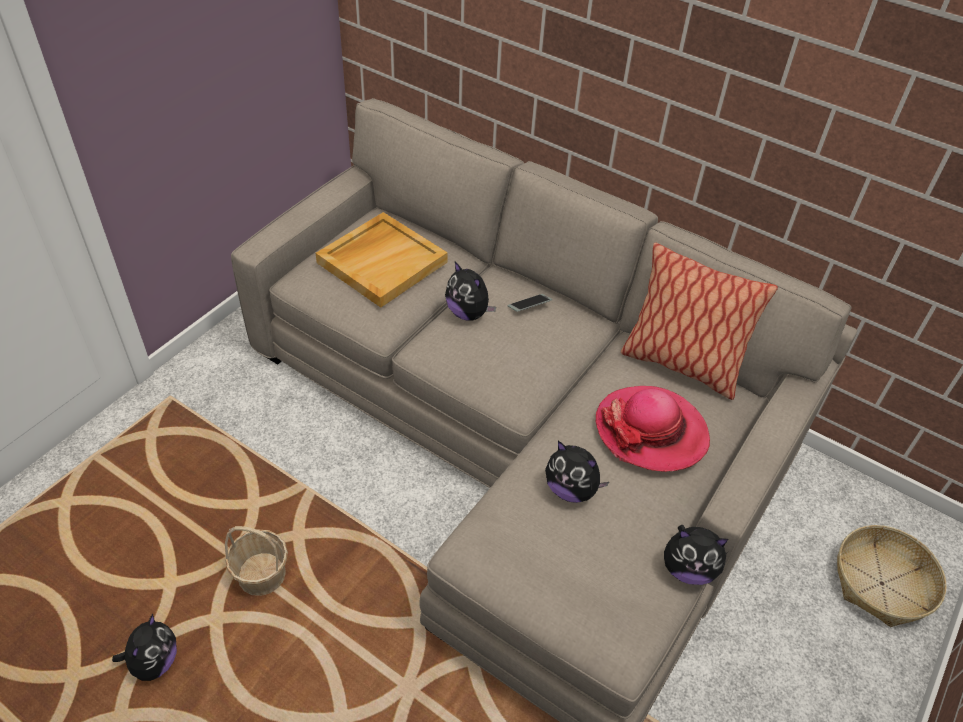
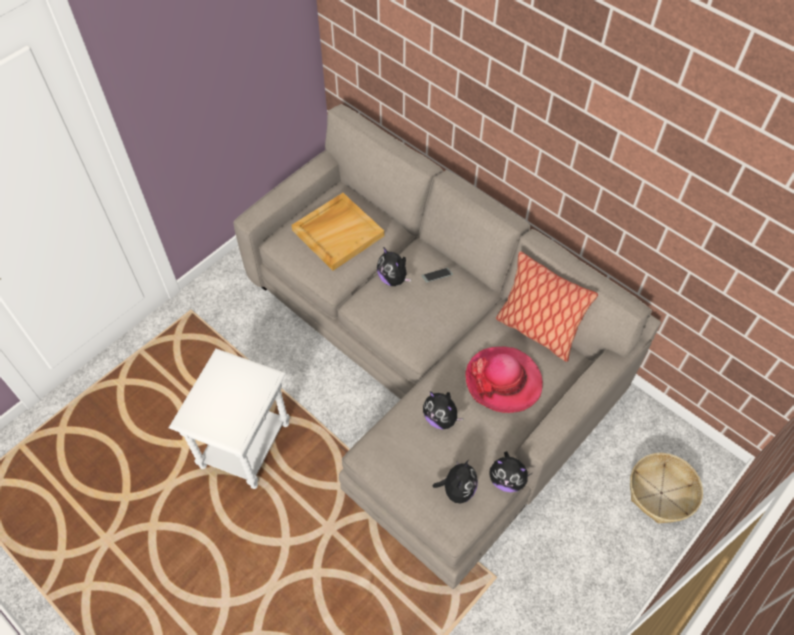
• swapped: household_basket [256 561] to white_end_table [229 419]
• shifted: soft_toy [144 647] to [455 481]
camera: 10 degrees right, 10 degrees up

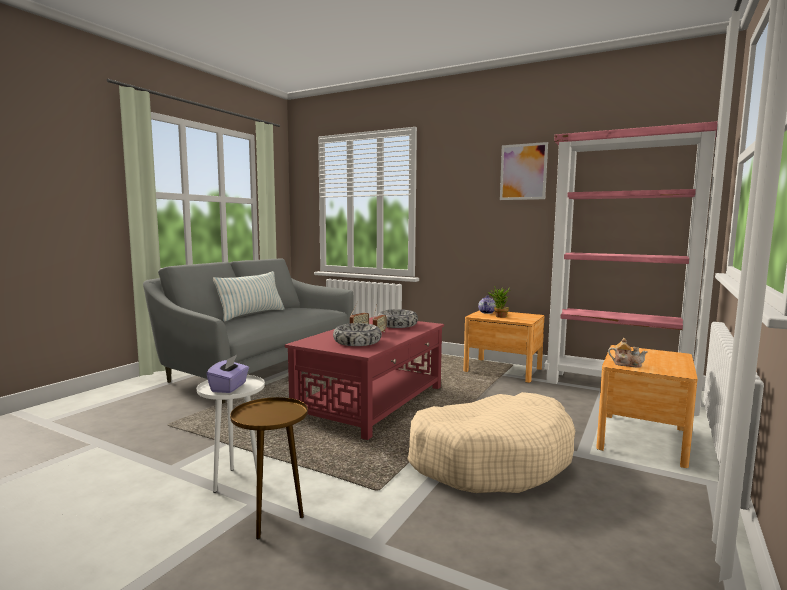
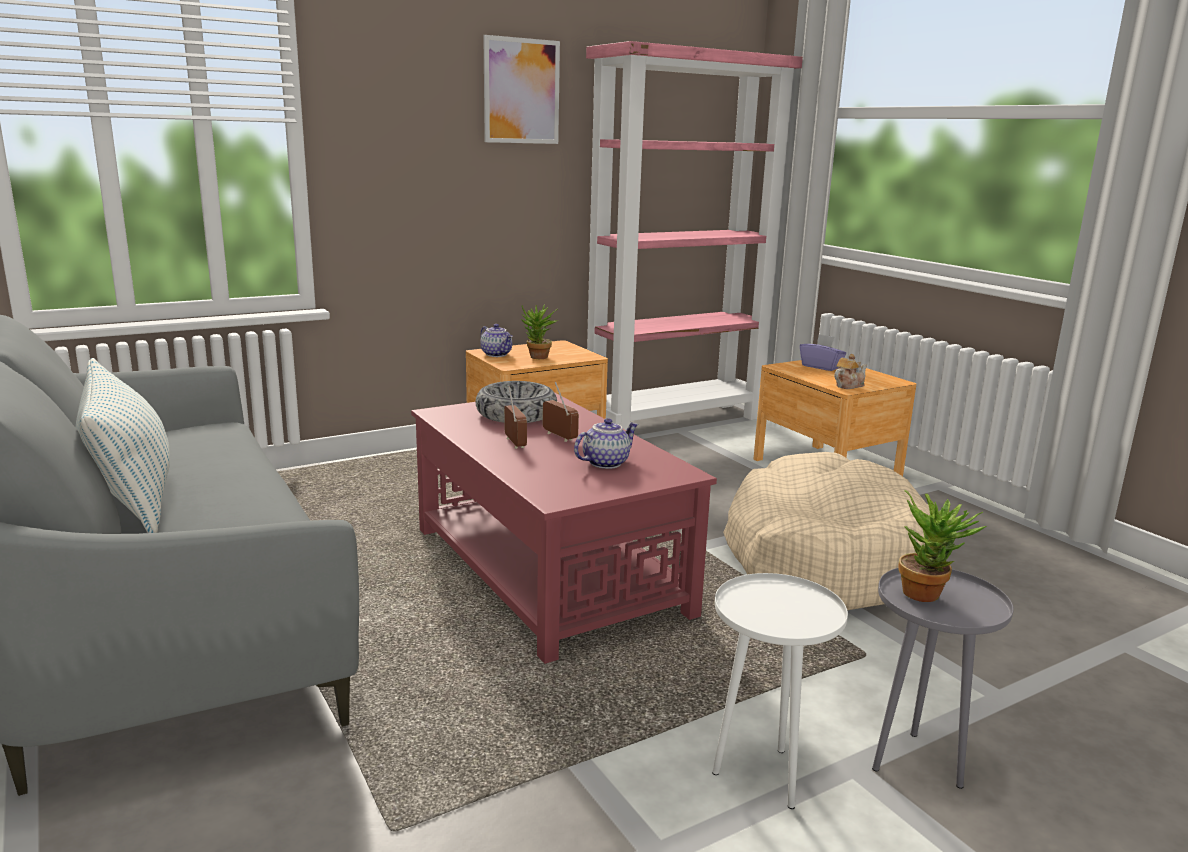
• swapped: deep_dish [357 334] to pot_for_tea [606 443]
• shifted: purplish_tissue_holder [228 374] to [823 352]
• repainted: brown_end_table [269 468] to greyish_end_table [943 678]
• new: plant_in_a_pot [942 546]
camera: 60 degrees left, 10 degrees up

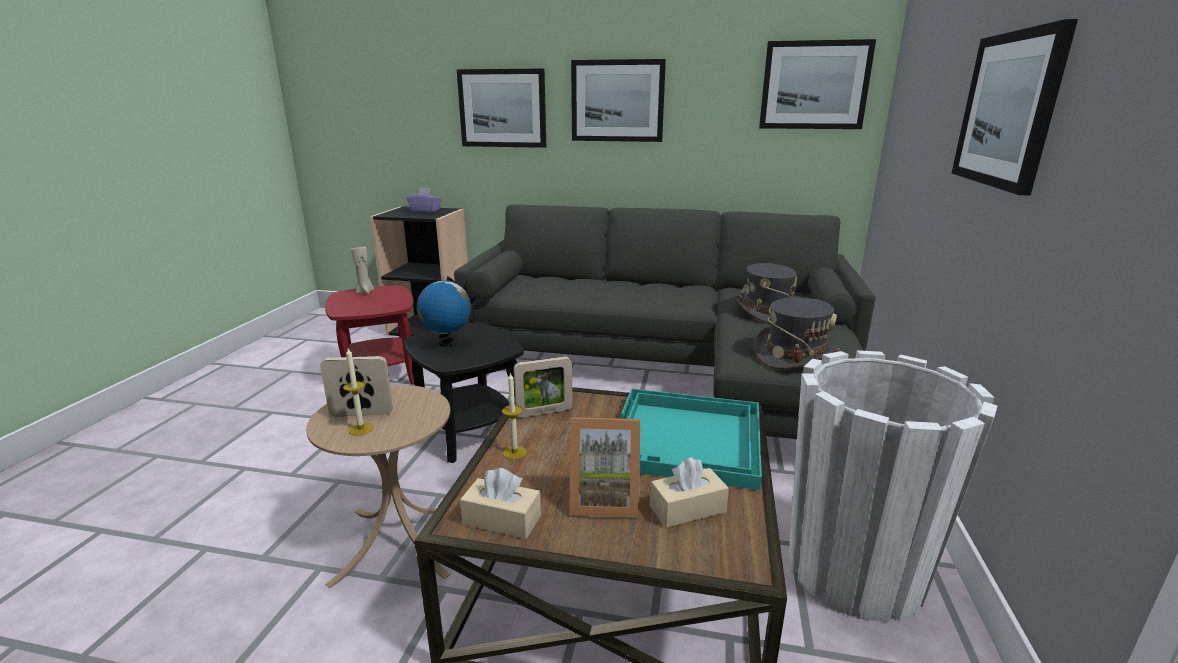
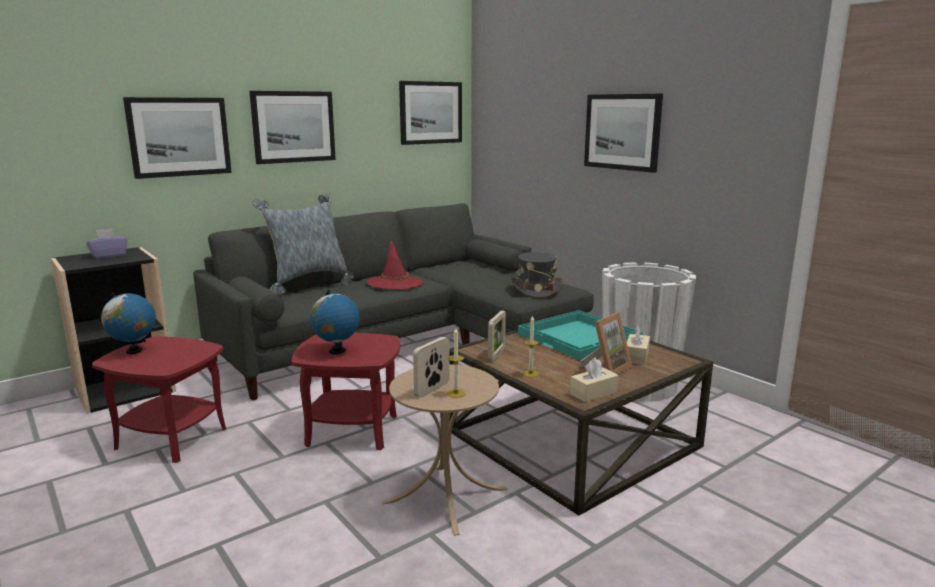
• swapped: beige-coloured_wax_candle [362 270] to globe [127 323]
• new: pillow [303 244]
• repainted: black_end_table [464 392] to reddish_end_table [346 391]
• new: reddish_clothing_hat [395 264]
• gone: greyish_clothing_hat [766 293]
camera: 50 degrees left, 5 degrees down

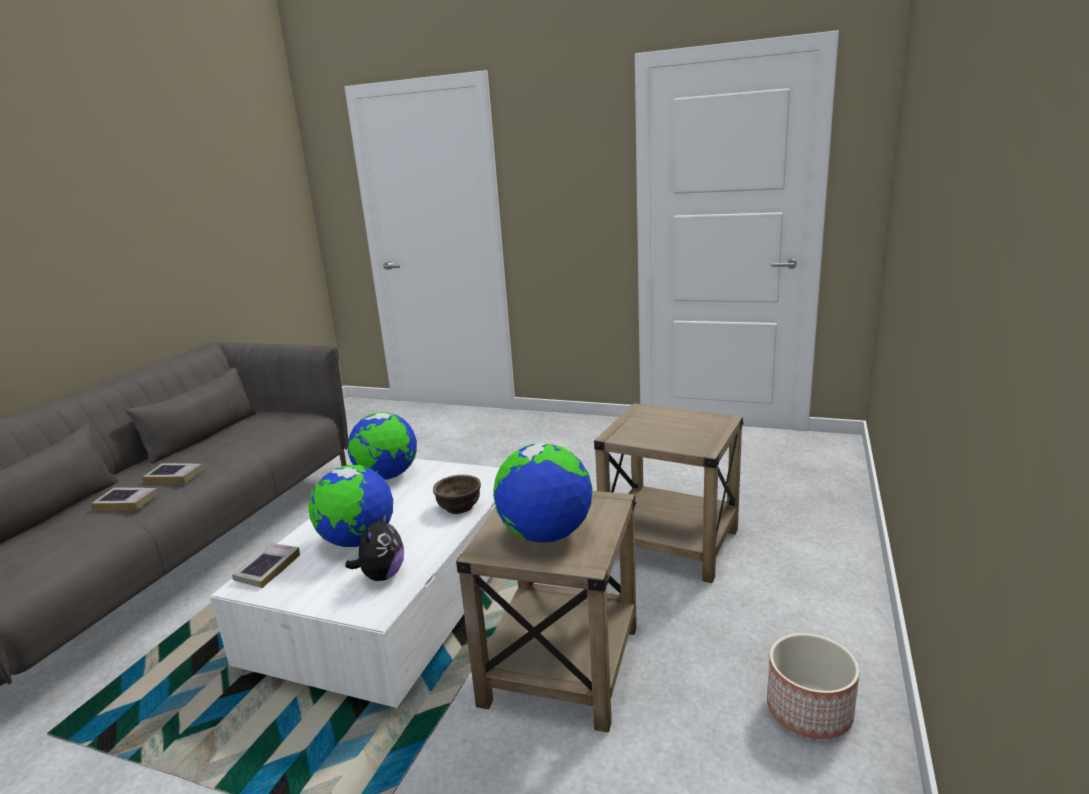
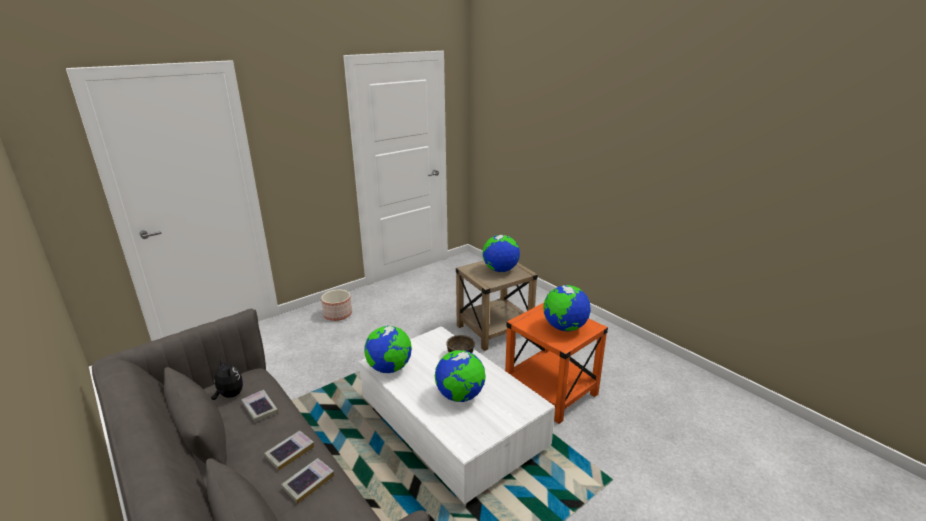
• shifted: soft_toy [374 546] to [227 379]
• shifted: book [266 565] to [260 406]
• shifted: flower_pot [813 686] to [336 305]
• new: globe [501 253]
• repainted: beige-coloured_end_table [546 612] to orange_end_table [556 363]
camera: 60 degrees left, 5 degrees up

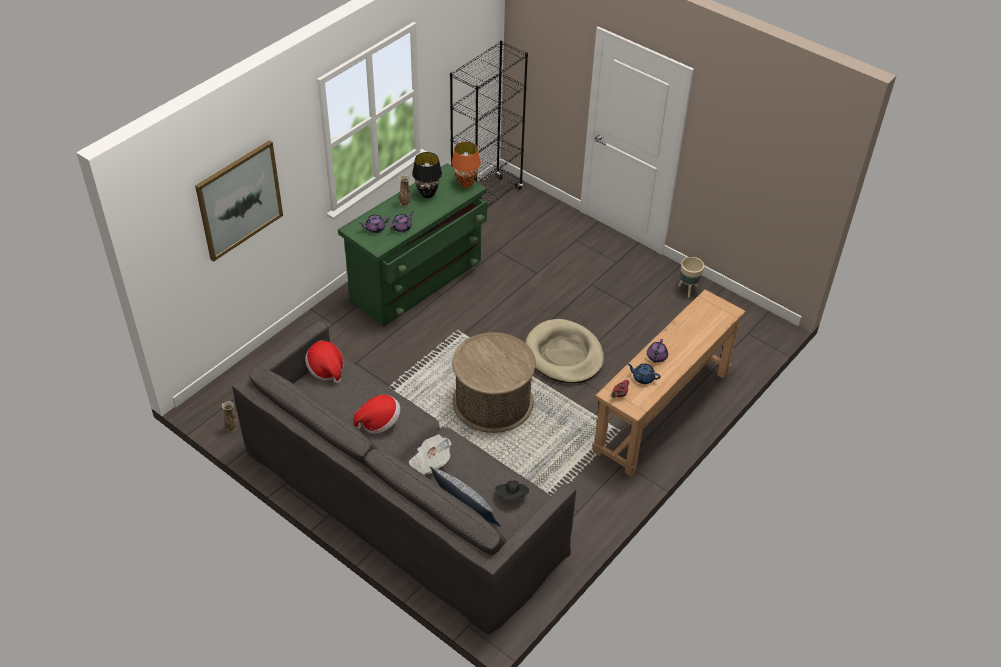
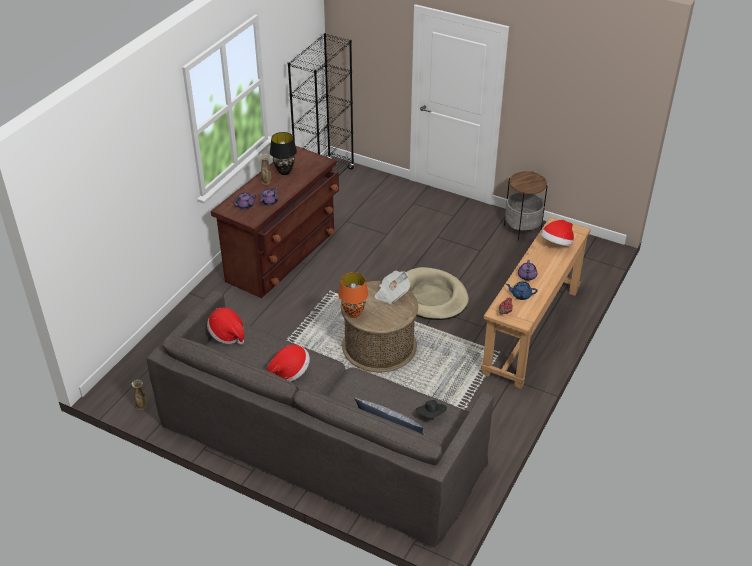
• repainted: green-coloured_chest_of_drawers [412 245] to brown_chest_of_drawers [275 222]
• shifted: orange_tabletop_lamp [466 164] to [353 295]
• shifted: printed_paper [430 455] to [392 287]
• swapped: beige-coloured_flower_pot [691 277] to end_table [525 206]
• new: clothing_hat [557 233]
• gone: picture [239 201]
camera: 10 degrees left, 5 degrees down

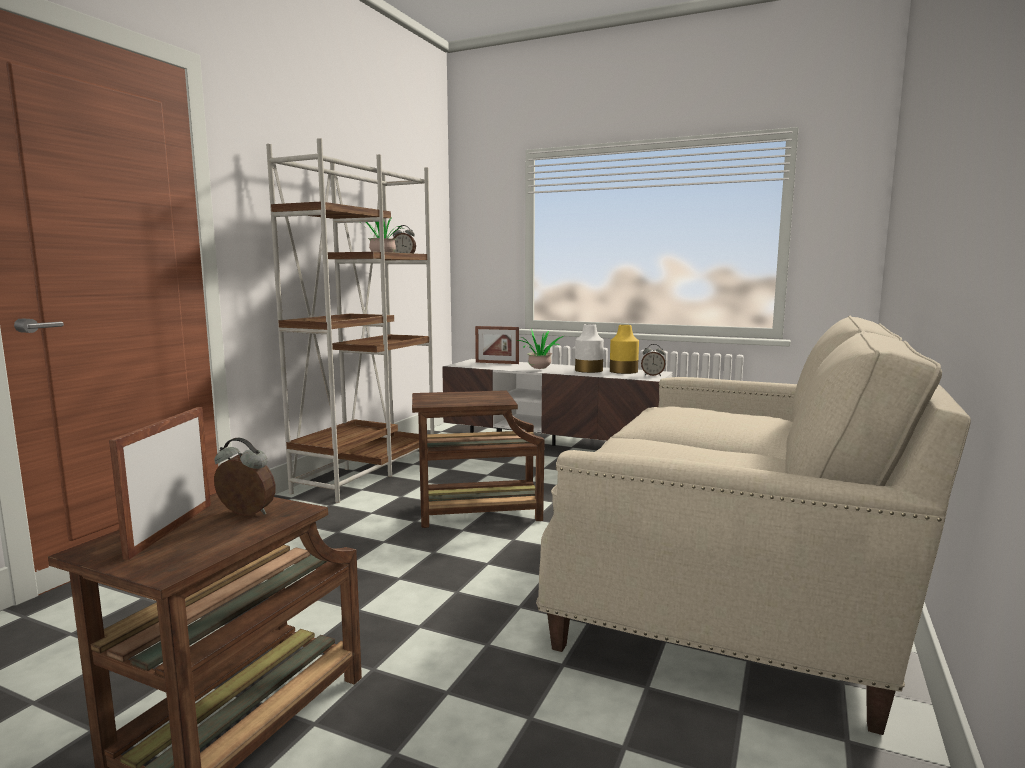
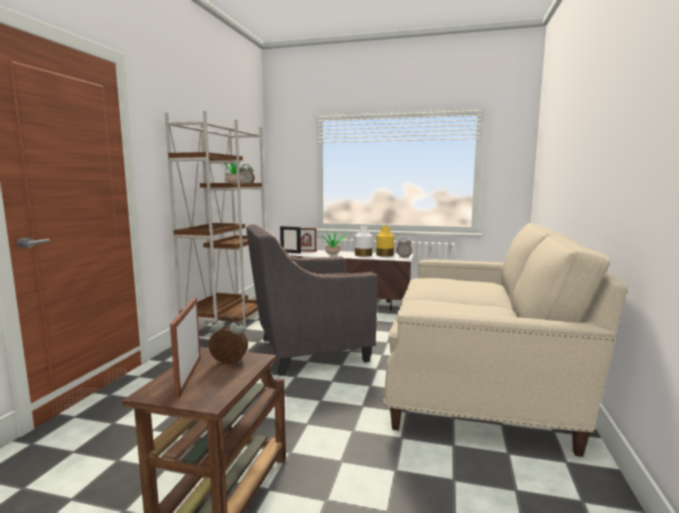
• swapped: brown_end_table [478 459] to greyish_lounge_chair [312 300]
• new: photo_frame [290 239]
camera: 10 degrees left, 0 degrees up

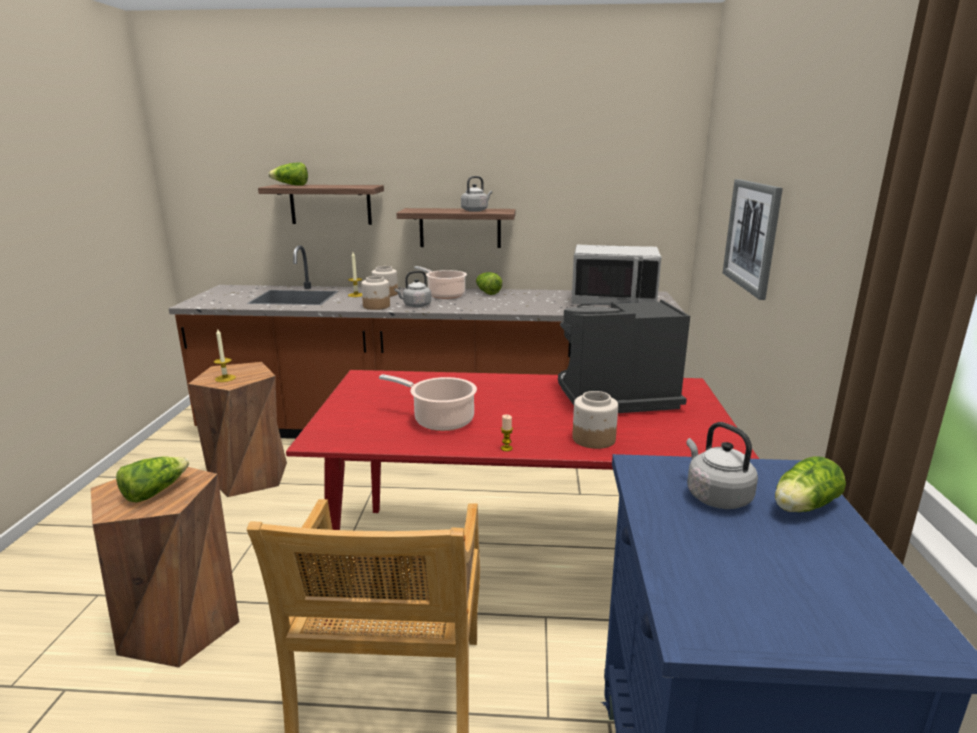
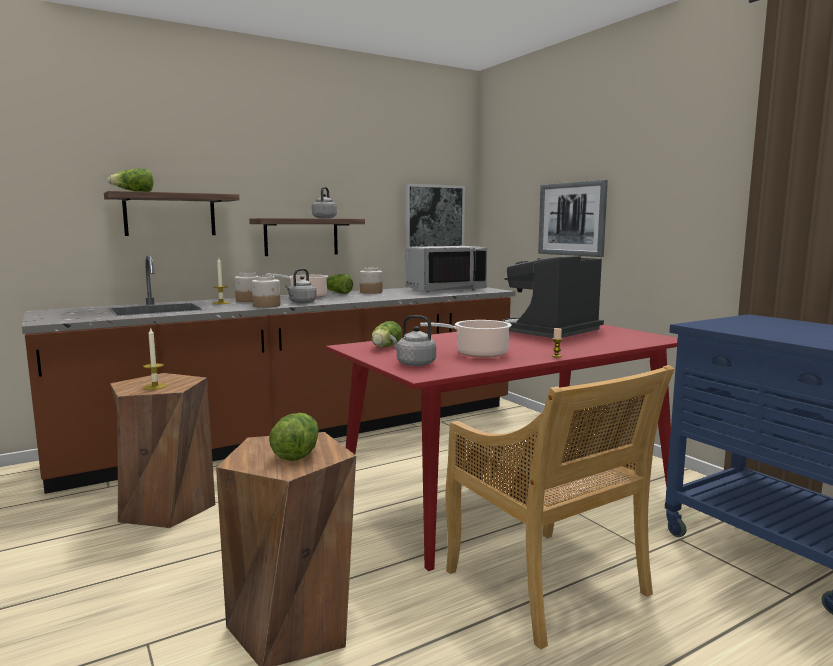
• shifted: preserve_jar [595 420] to [371 280]
• shifted: head_of_lettuce [810 484] to [387 334]
• shifted: greyish_kettle [722 465] to [412 340]
• new: picture [435 216]
camera: 35 degrees left, 10 degrees down

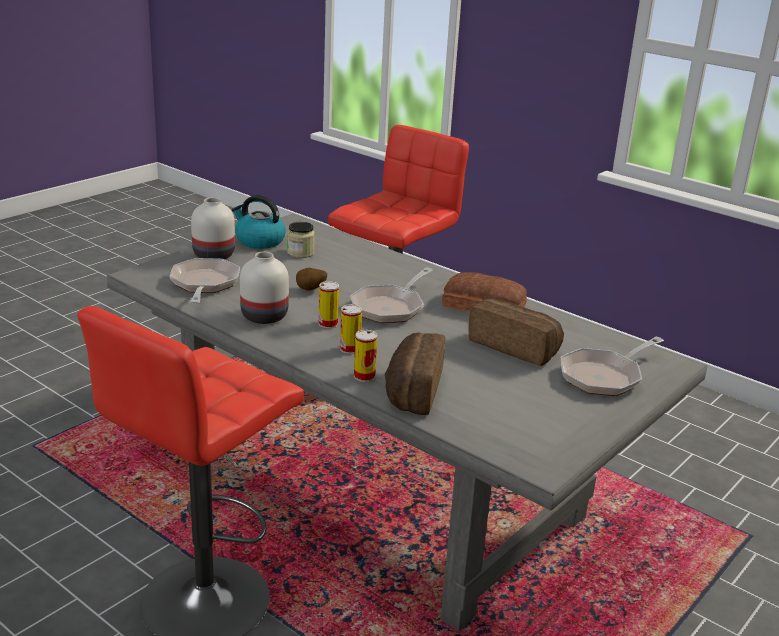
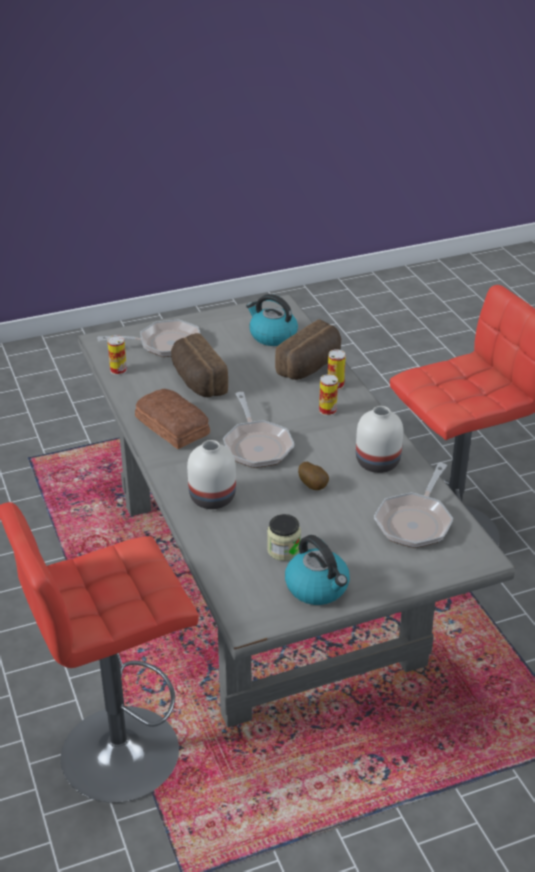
• shifted: can [329 305] to [117 355]
• shifted: white_vase [213 228] to [211 474]
• rotated: skillet [391 295] = [259 430] 105 degrees clockwise
• new: kettle [272 320]
camera: 150 degrees left, 10 degrees up

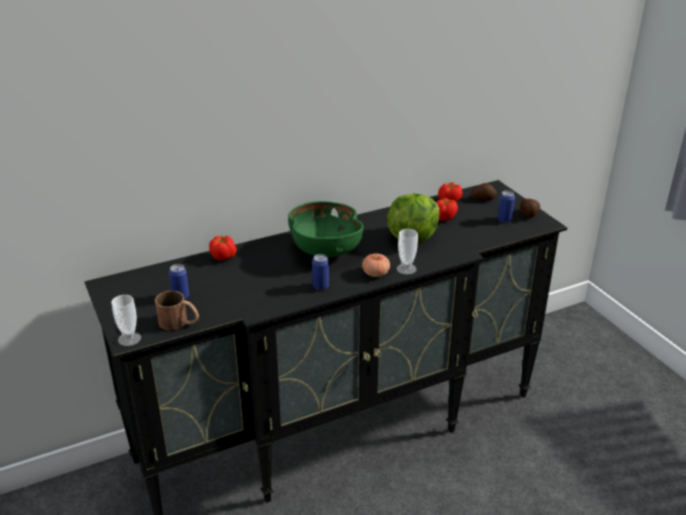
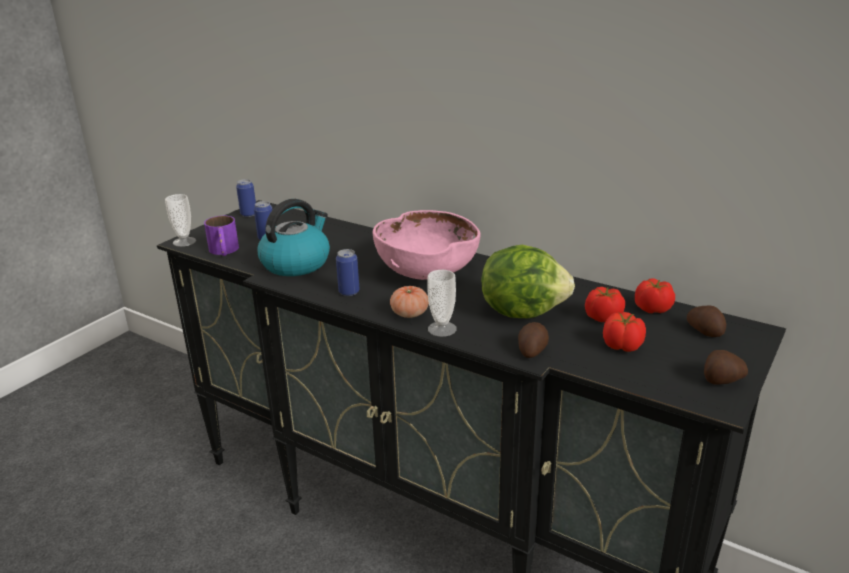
• repainted: brown_mug [177 310] to purplish_mug [221 236]
• shifted: can [506 206] to [246 198]
• new: kettle [293 237]
• repainted: green-coloured_deep_dish [326 229] to pink_deep_dish [426 245]
• new: whole_potato [533 340]
• shifted: tomato [222 248] to [624 332]
camera: 60 degrees right, 5 degrees down

